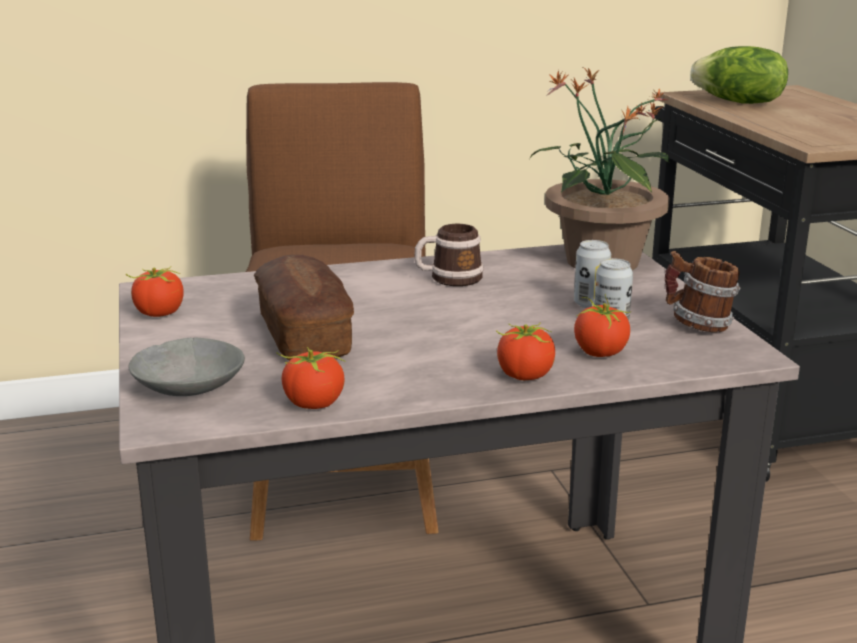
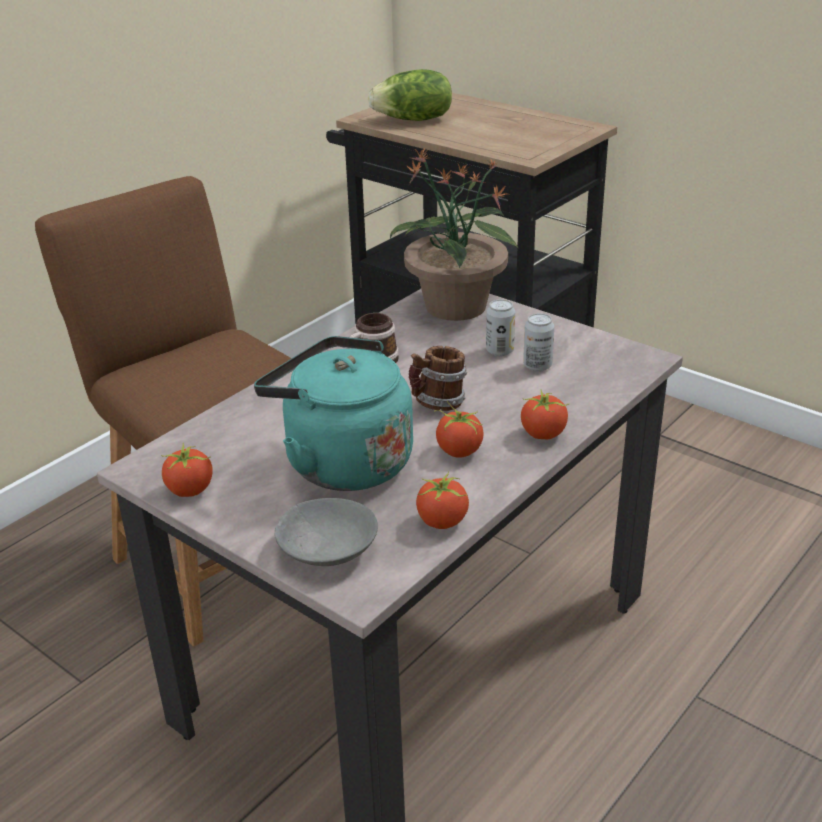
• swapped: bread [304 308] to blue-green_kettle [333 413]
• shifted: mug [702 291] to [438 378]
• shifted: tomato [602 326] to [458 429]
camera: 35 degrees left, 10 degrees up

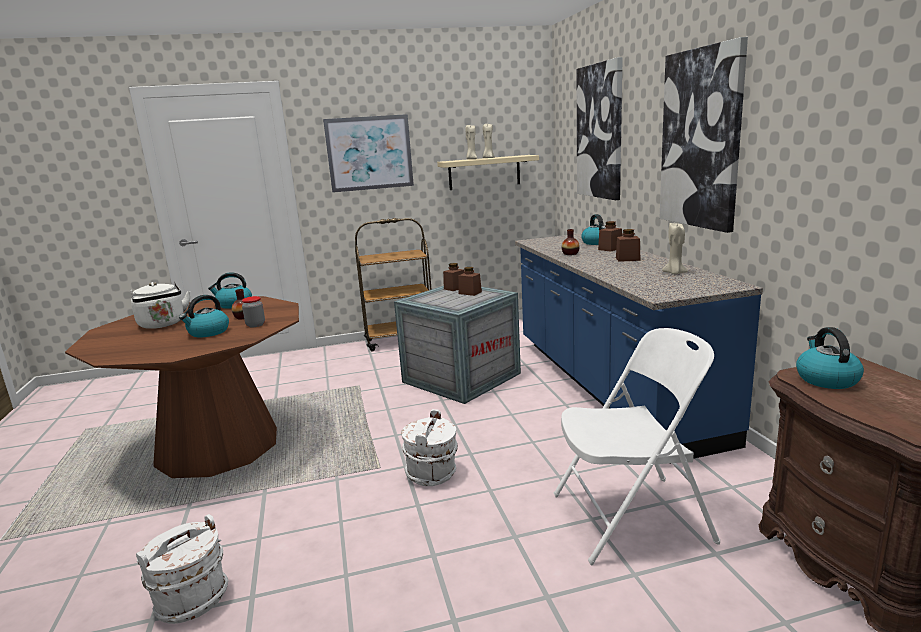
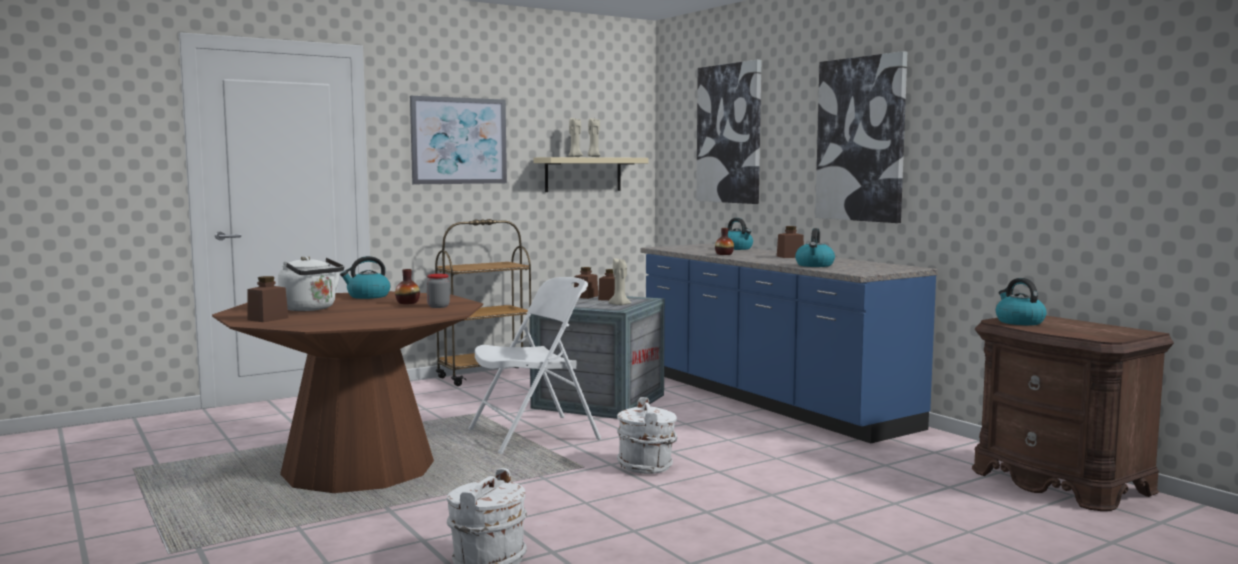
• shifted: brown_preserve_jar [610 236] to [267 299]
• shifted: white_plain_chair [637 446] to [534 365]
• shifted: beige-coloured_wax_candle [675 249] to [619 282]
• shifted: kettle [204 316] to [815 247]
camera: 20 degrees left, 10 degrees down

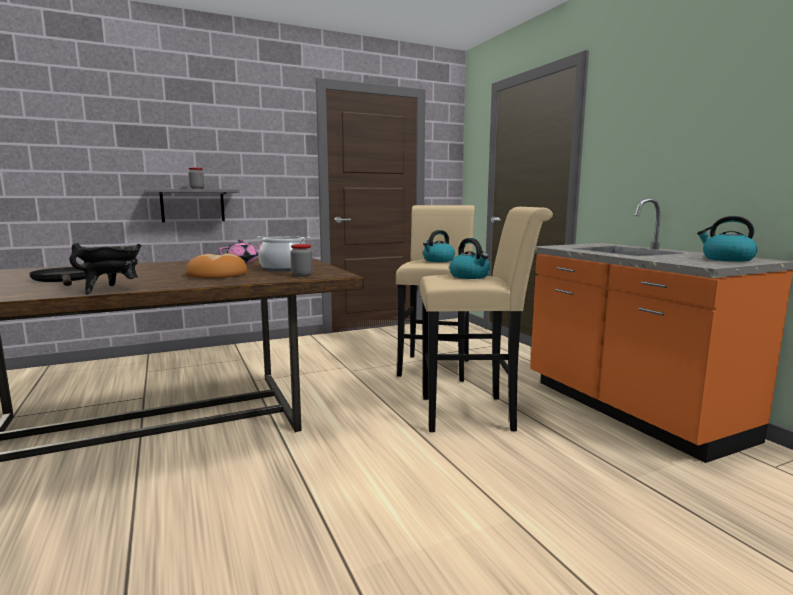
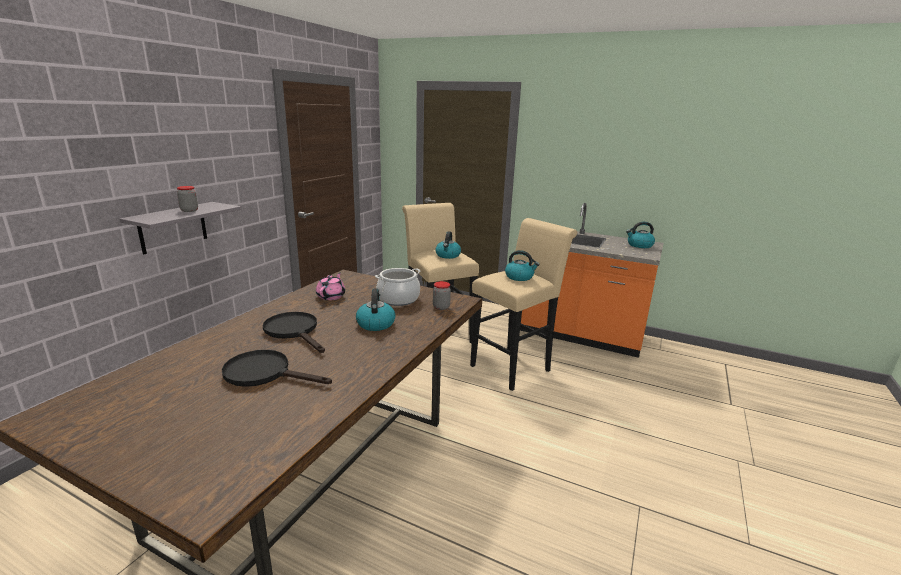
• new: black_skillet [294 332]
• swapped: bread [216 265] to kettle [375 309]
• gone: black_stockpot [105 268]
camera: 40 degrees left, 10 degrees up

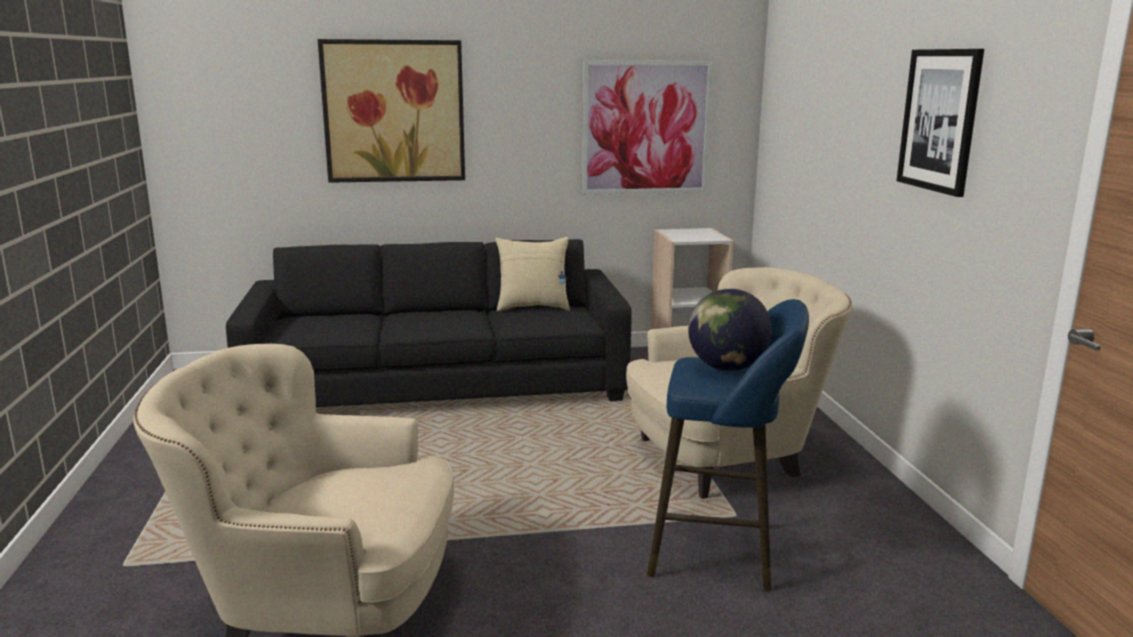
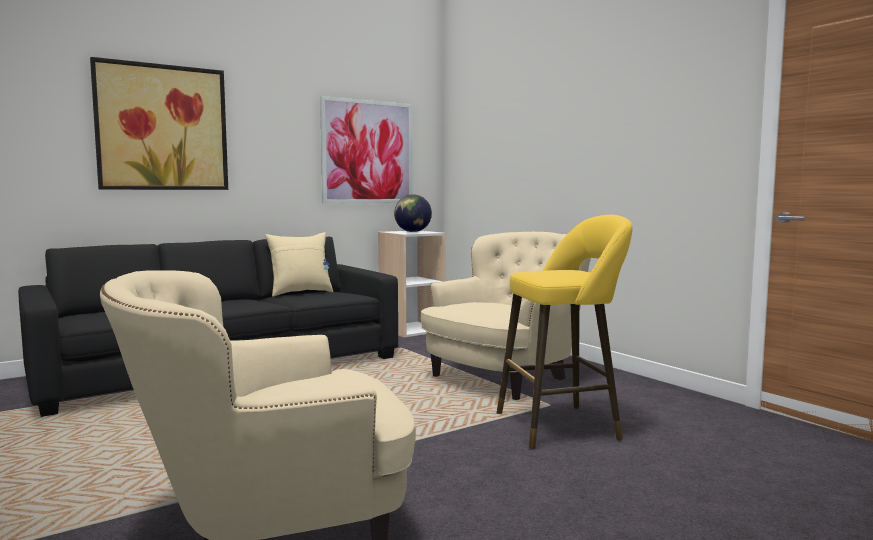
• shifted: globe [730 330] to [413 213]
• repainted: blue-coloured_sitting_stool [728 445] to yellow-coloured_sitting_stool [564 332]
• gone: picture [940 123]
camera: 25 degrees left, 10 degrees down

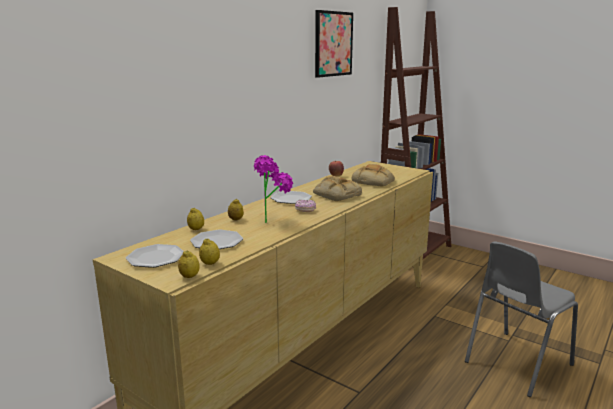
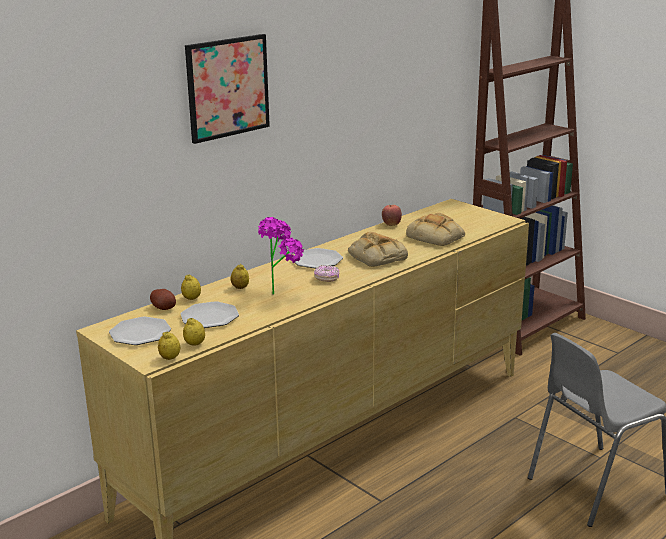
• new: whole_potato [163 299]
• shifted: picture [334 44] to [227 89]
camera: 10 degrees right, 5 degrees up

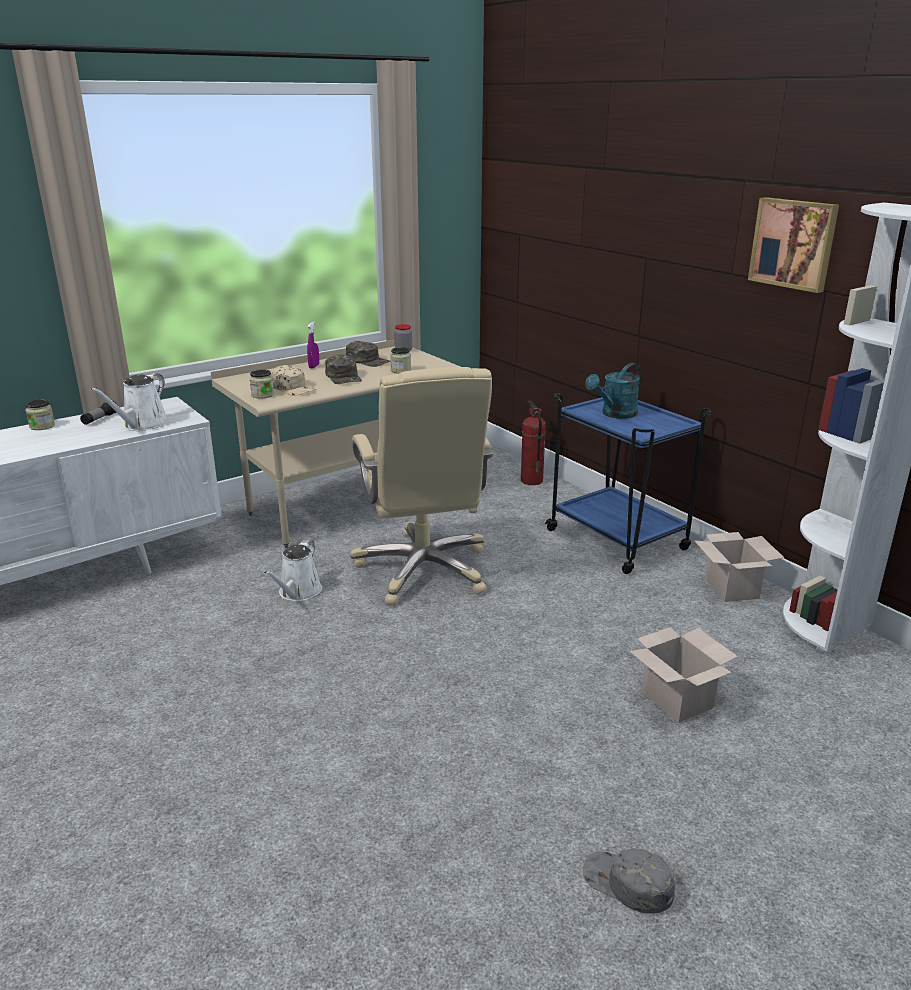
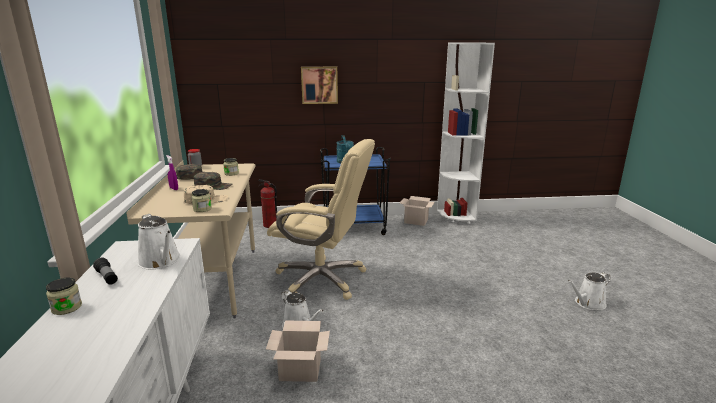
• shifted: cardboard_box [683 675] to [298 351]
• shifted: picture [793 245] to [319 85]
• swapped: greyish_peaked_cap [629 881] to white_watering_pot [589 291]
camera: 60 degrees left, 5 degrees down

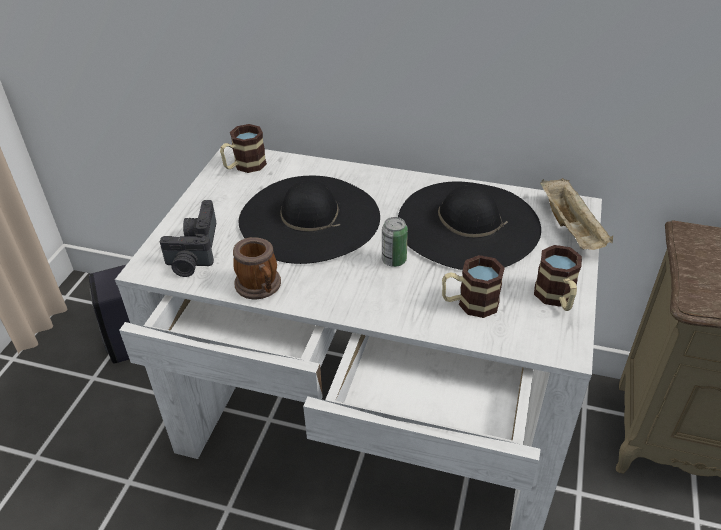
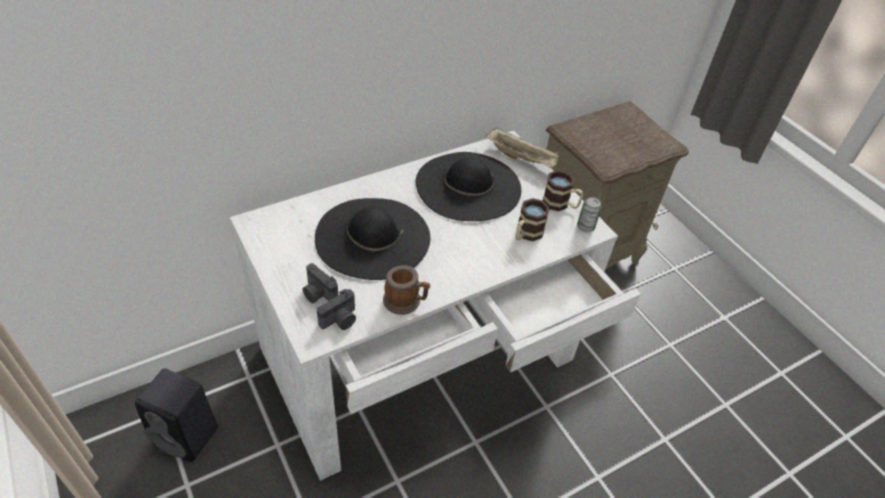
• shifted: can [395 242] to [589 214]
• gone: mug [243 148]
camera: 50 degrees left, 5 degrees up

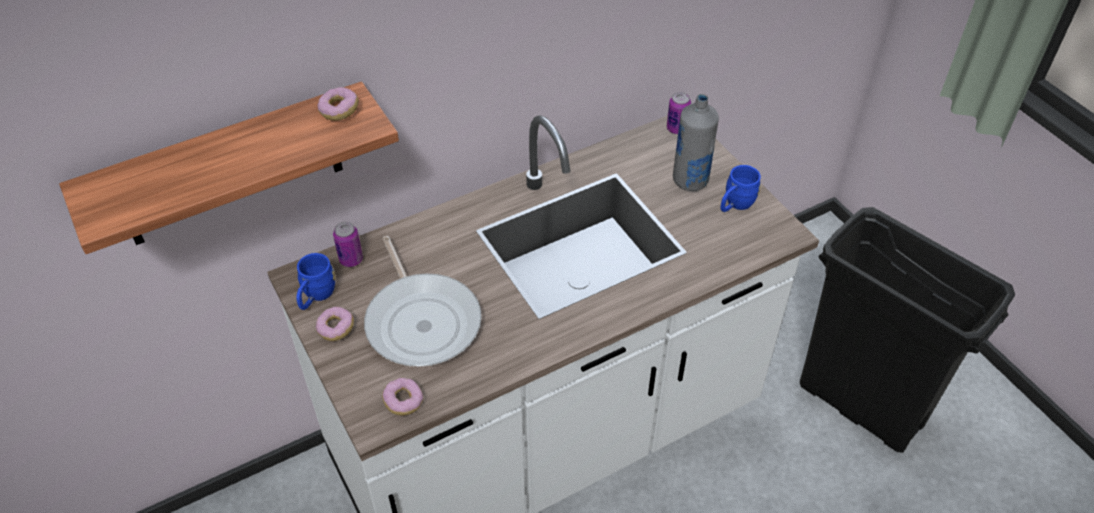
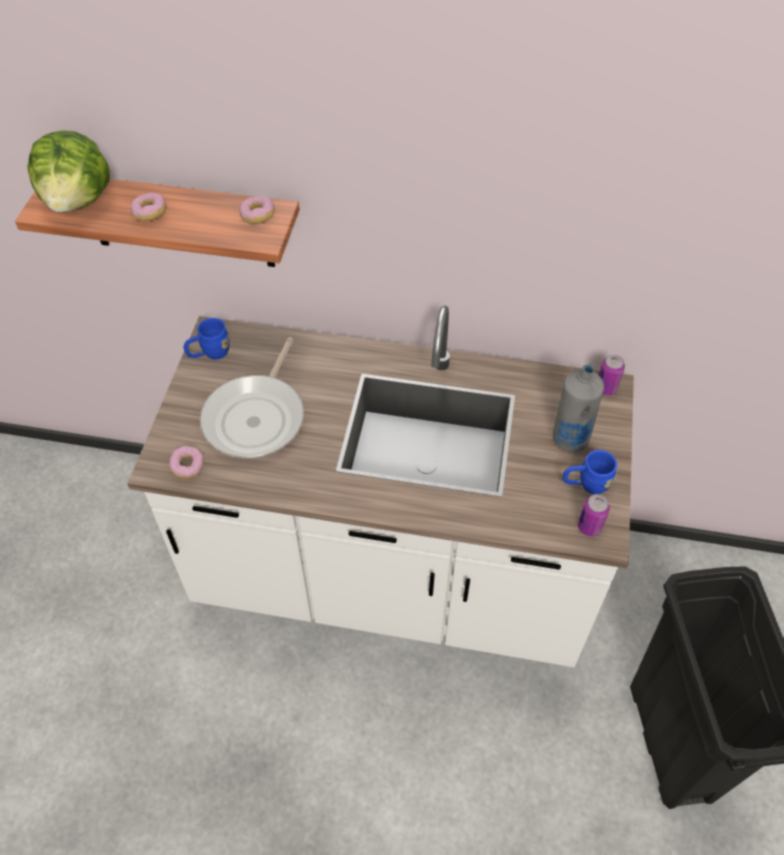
• new: head_of_lettuce [69 171]
• shifted: ring_doughnut [335 324] to [148 207]
• shifted: can [348 244] to [594 515]
camera: 40 degrees right, 5 degrees up

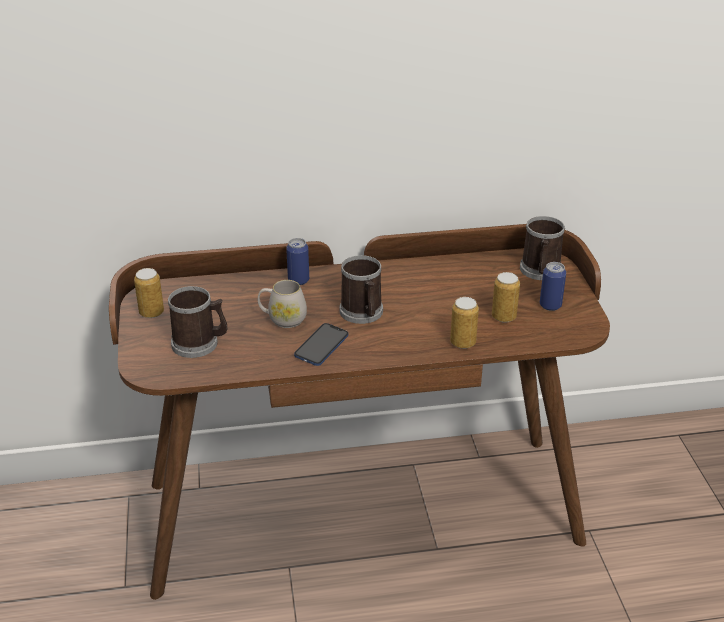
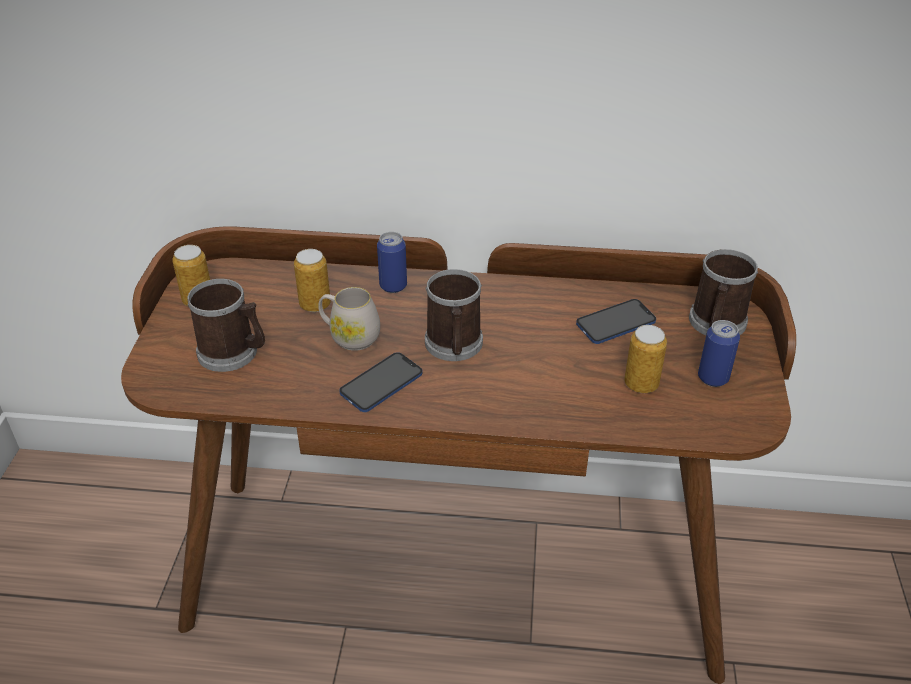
• shifted: can [464 323] to [312 280]
• new: handset [616 321]
camera: 15 degrees right, 5 degrees up

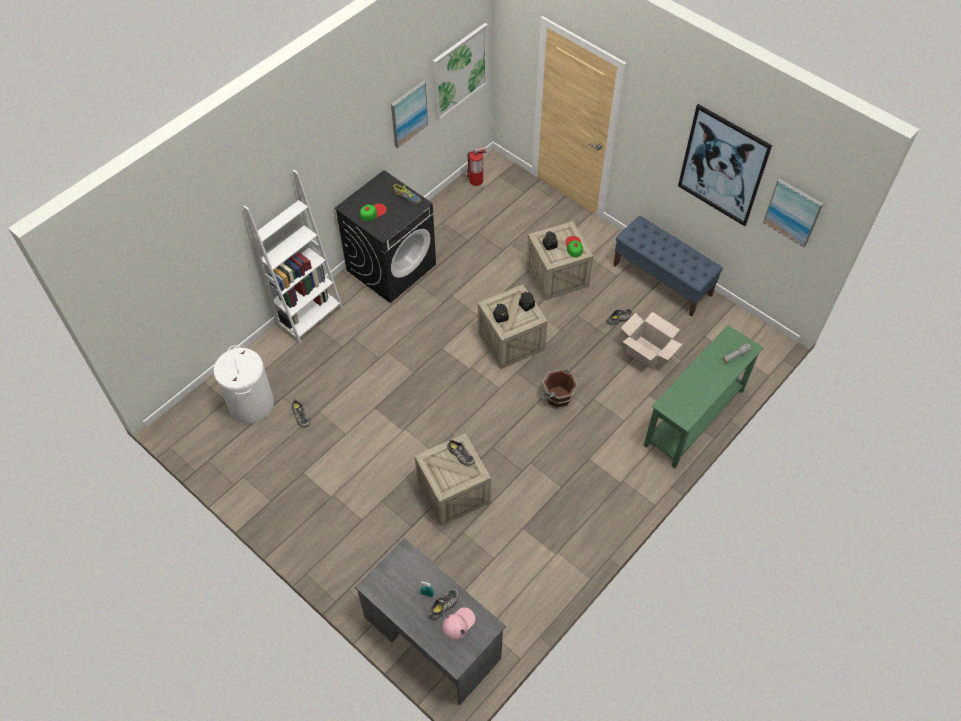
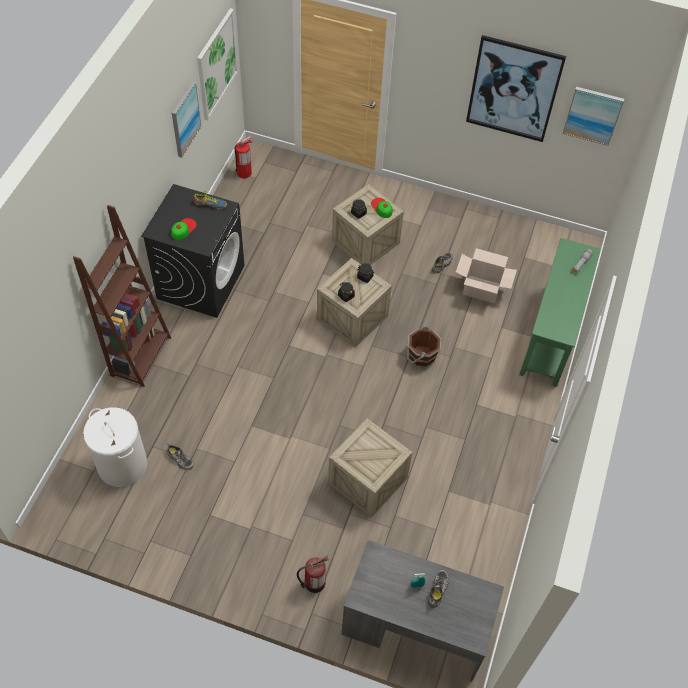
• repainted: white_bookcase [293 256] to brown_bookcase [122 296]
• new: extinguisher [313 574]
• gone: pink_peaked_cap [458 623]
• gone: item_of_footwear [461 452]
• gone: blue-coloured_indoor_bench [668 266]
camera: 25 degrees left, 0 degrees up

